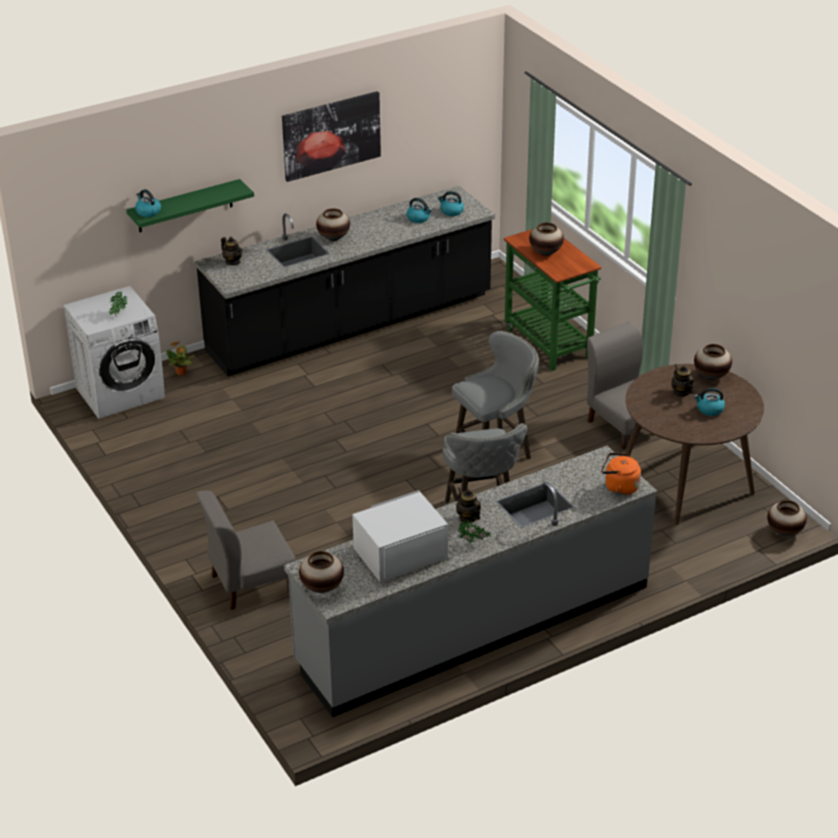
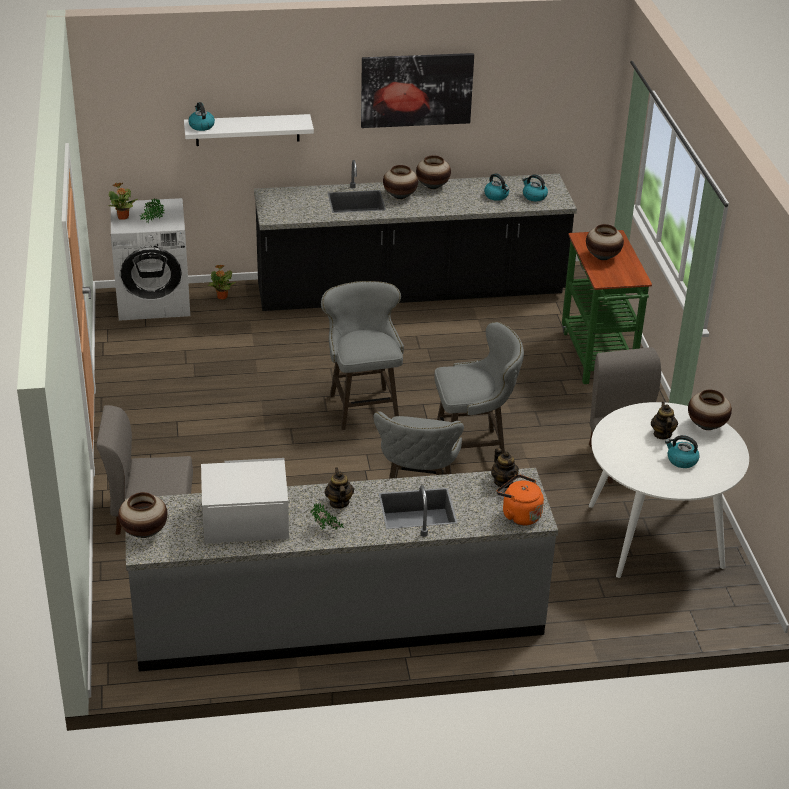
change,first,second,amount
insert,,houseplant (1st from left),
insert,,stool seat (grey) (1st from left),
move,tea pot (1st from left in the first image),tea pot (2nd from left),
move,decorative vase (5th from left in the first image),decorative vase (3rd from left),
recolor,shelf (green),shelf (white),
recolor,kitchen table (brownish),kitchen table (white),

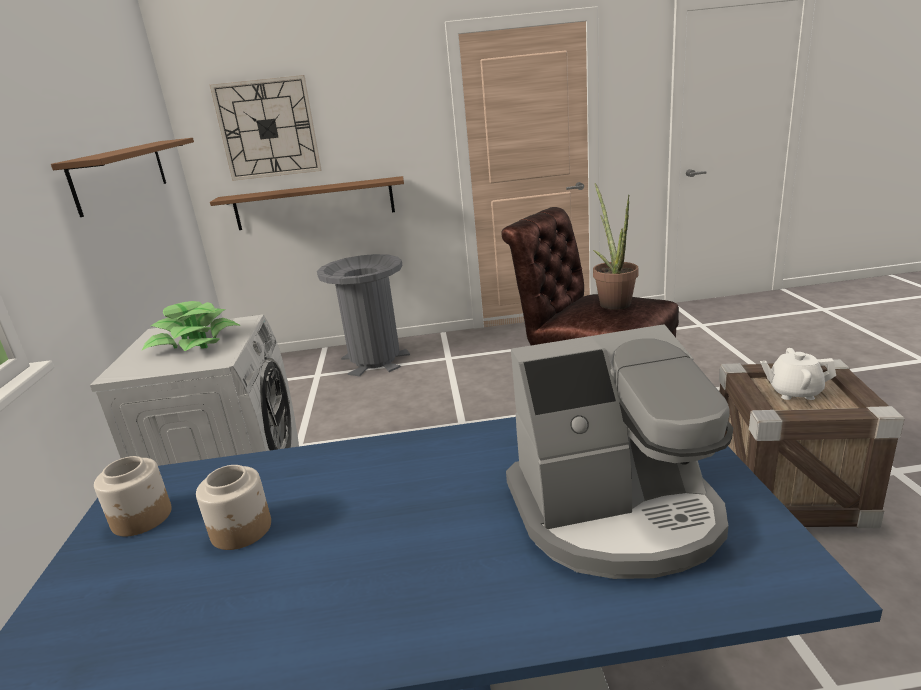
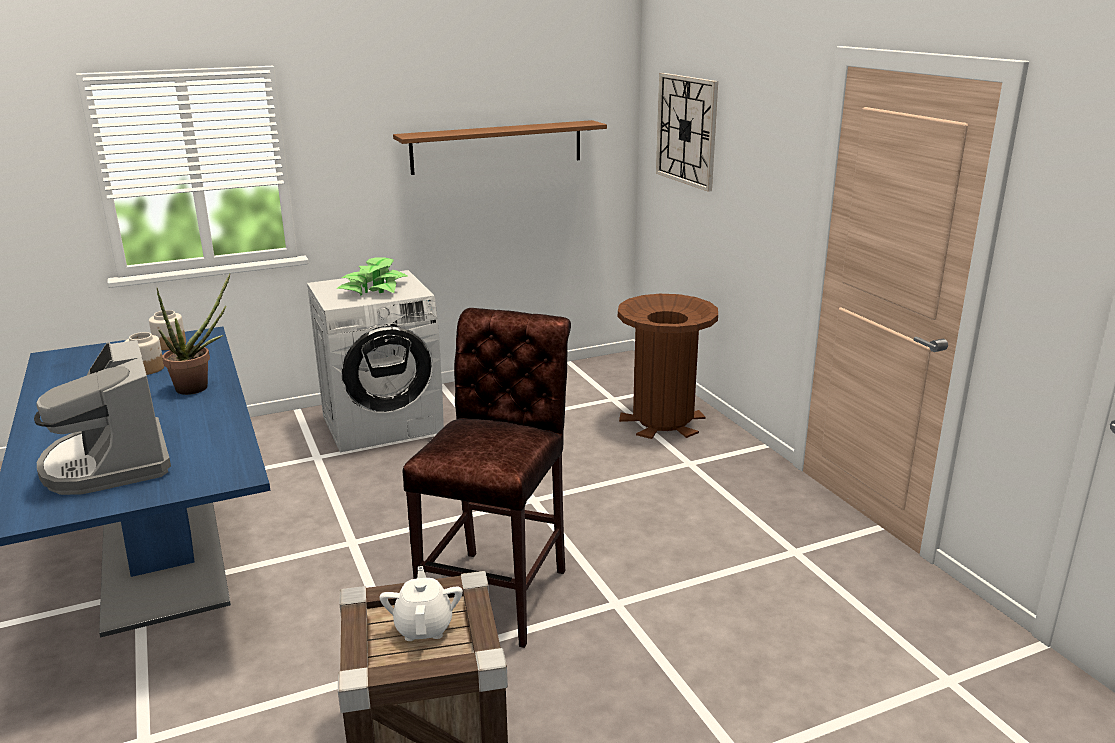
change,first,second,amount
delete,shelf (brownish) (2nd from left),,
move,houseplant (2nd from left in the first image),houseplant (1st from left),
recolor,waste bin (grey),waste bin (brownish),

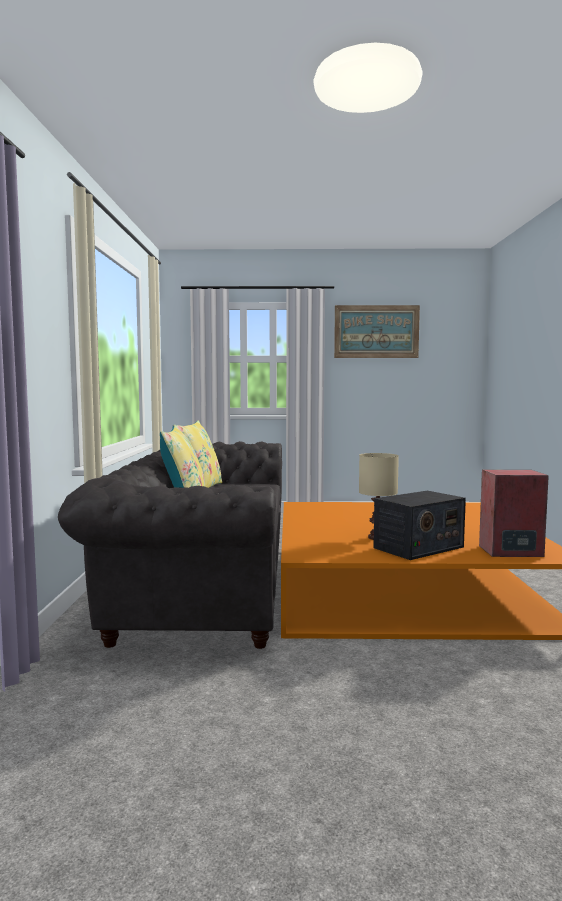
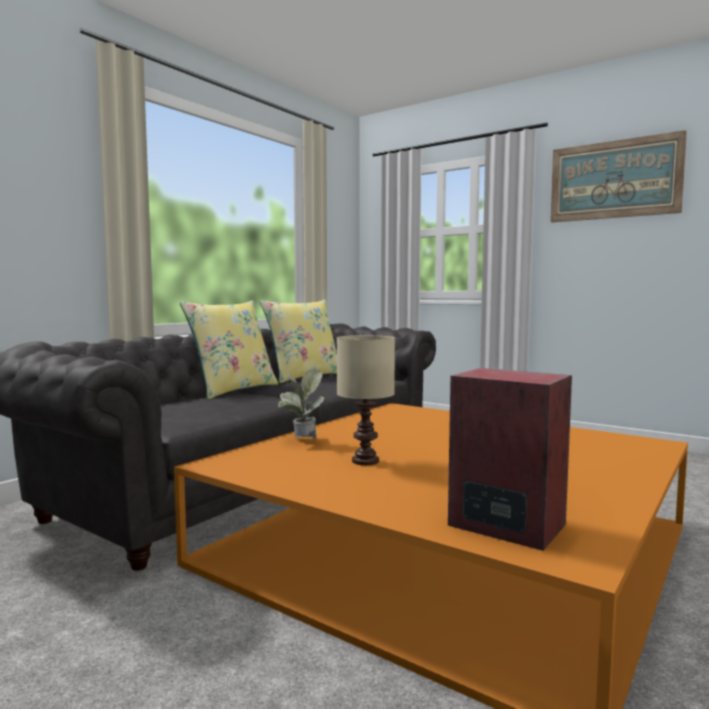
change,first,second,amount
delete,radio set,,
insert,,houseplant,

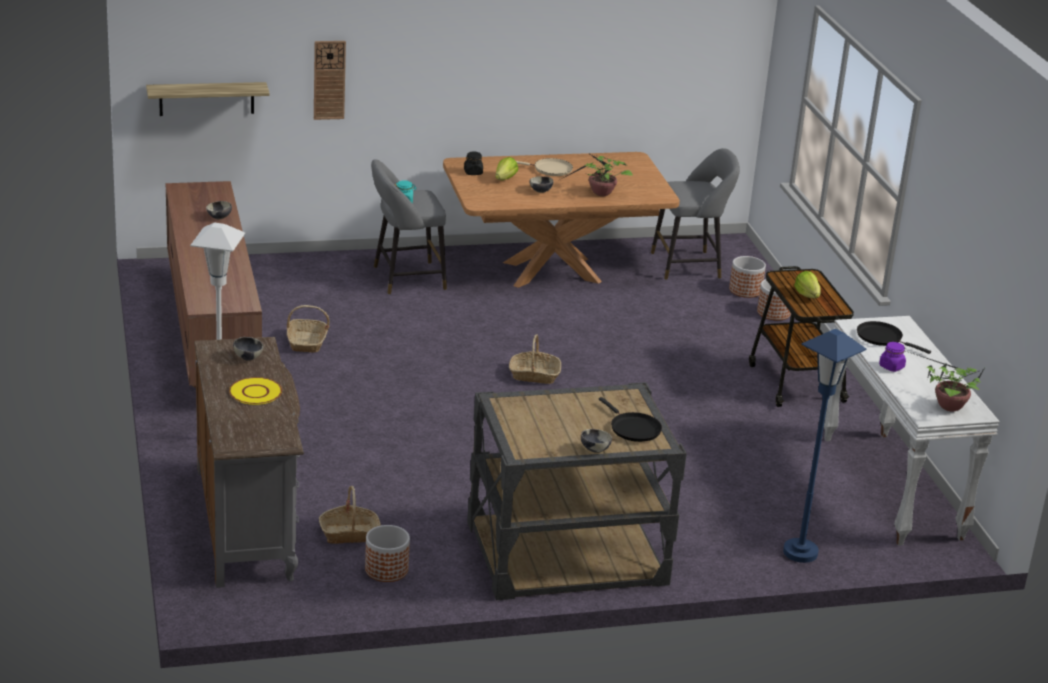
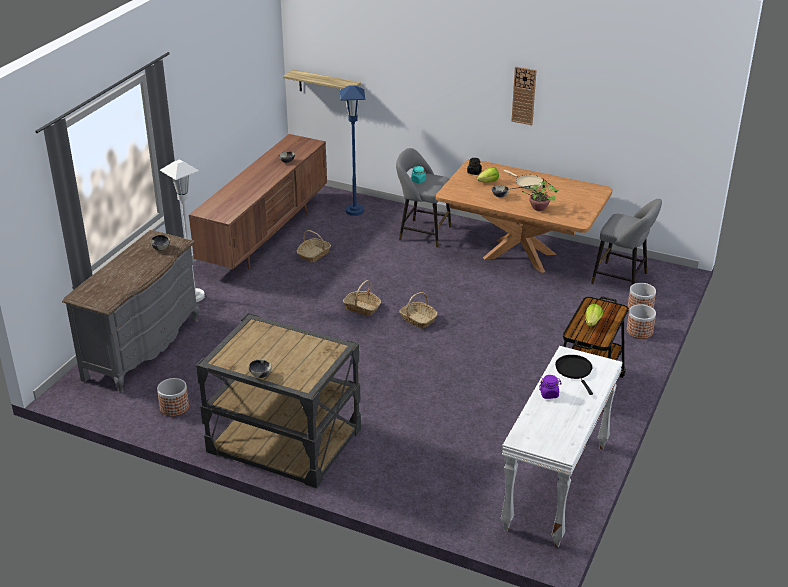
change,first,second,amount
delete,plate (yellowish),,
delete,frying pan (blackish) (1st from left),,
delete,houseplant (2nd from left),,
move,wall clock,,
move,basket (2nd from left),,
move,standard lamp (blue),,

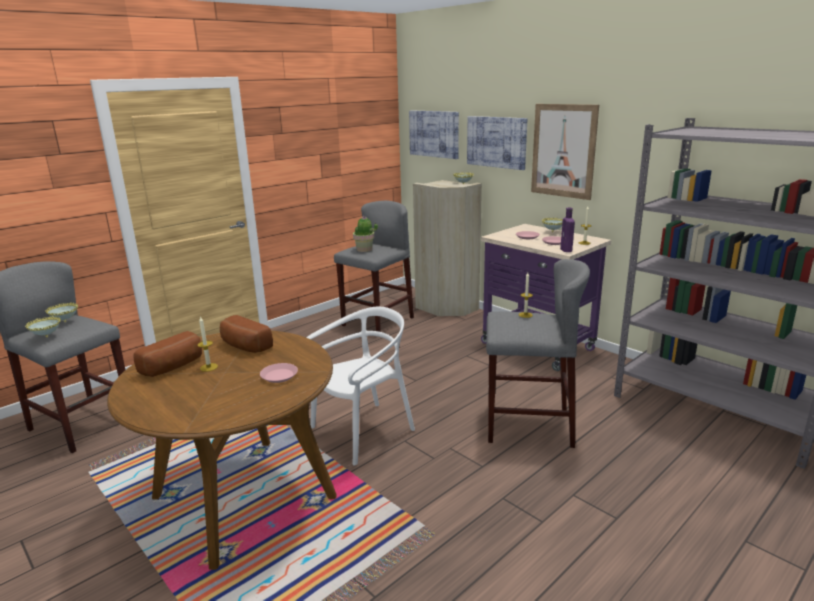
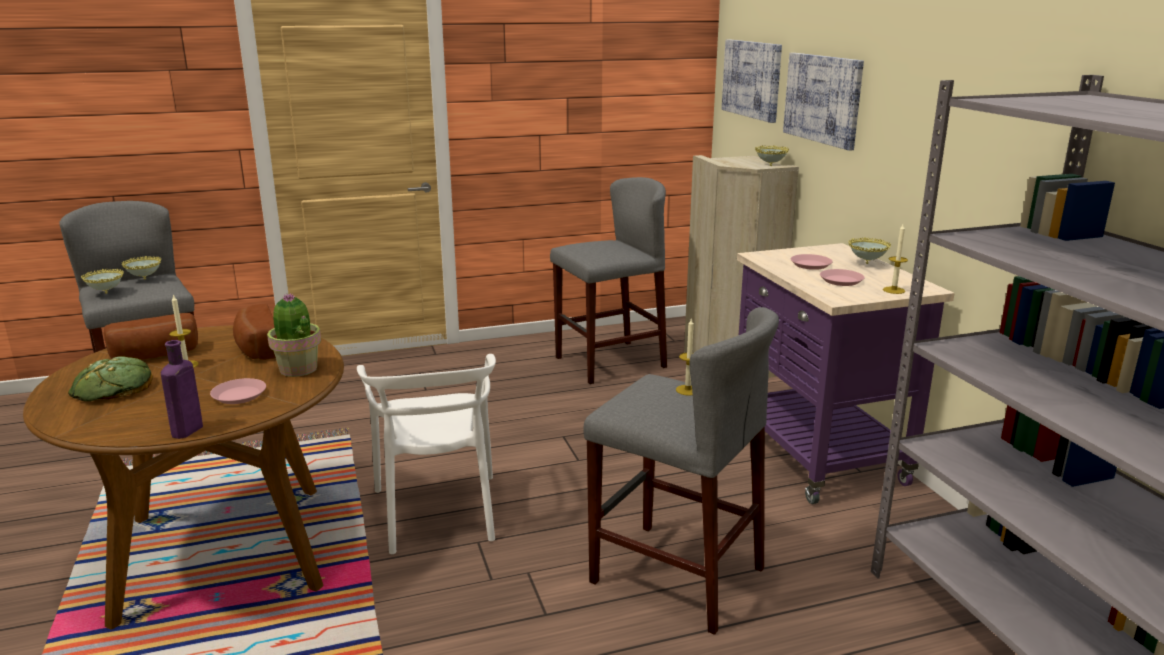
change,first,second,amount
delete,picture (3rd from left),,
insert,,bakery bread (1st from left),
move,houseplant,,
move,bottle (purple-coloured),,
rotate,chair (white),,90 degrees clockwise

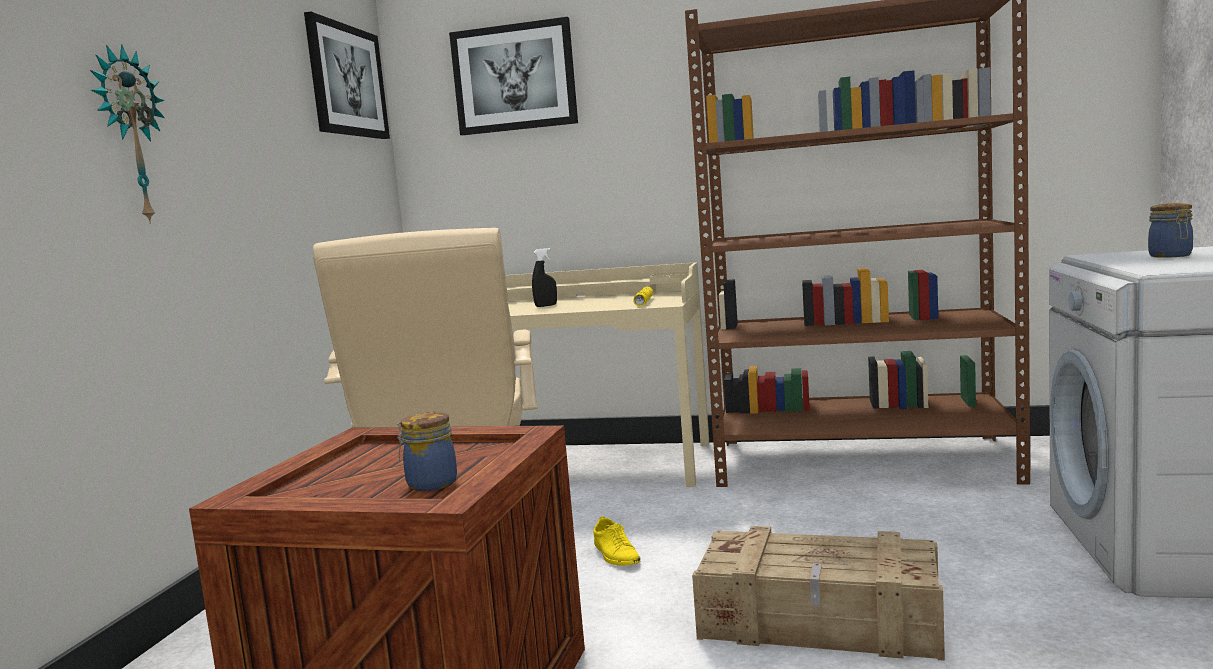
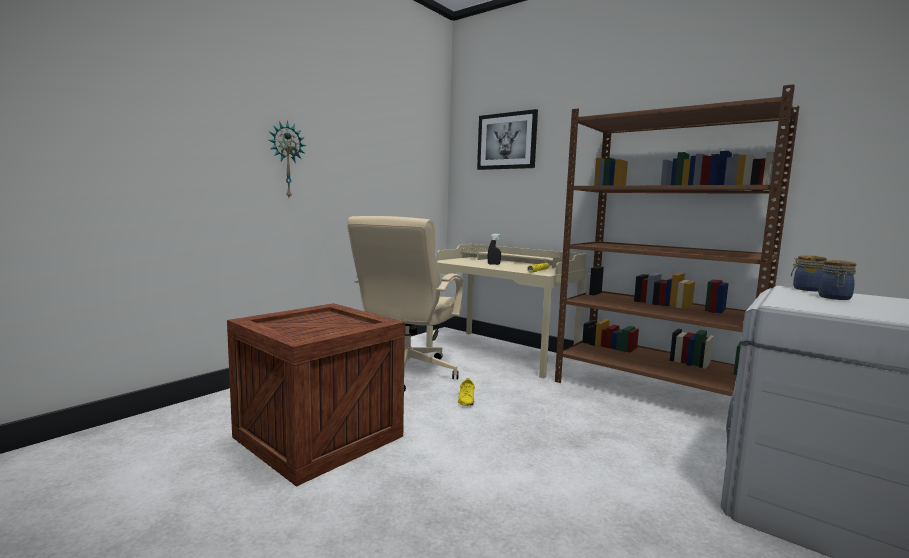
change,first,second,amount
delete,picture (1st from left),,
delete,crate (2nd from left),,
move,jar (1st from left),,

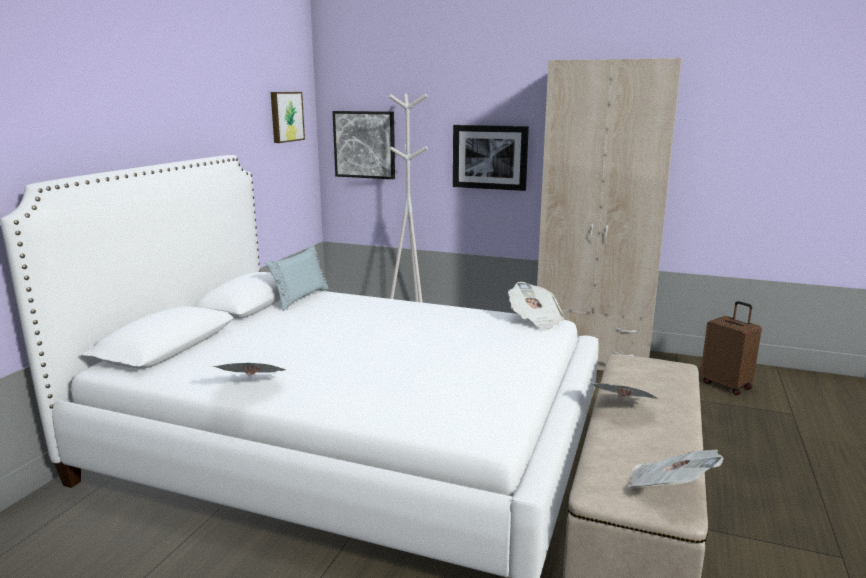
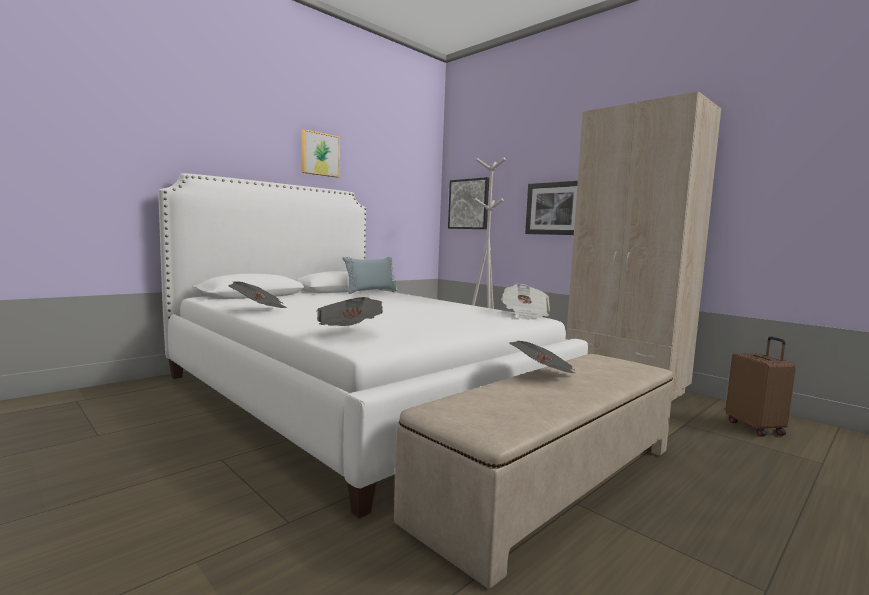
change,first,second,amount
move,picture (1st from left),,
move,newspaper (4th from left in the first image),newspaper (2nd from left),

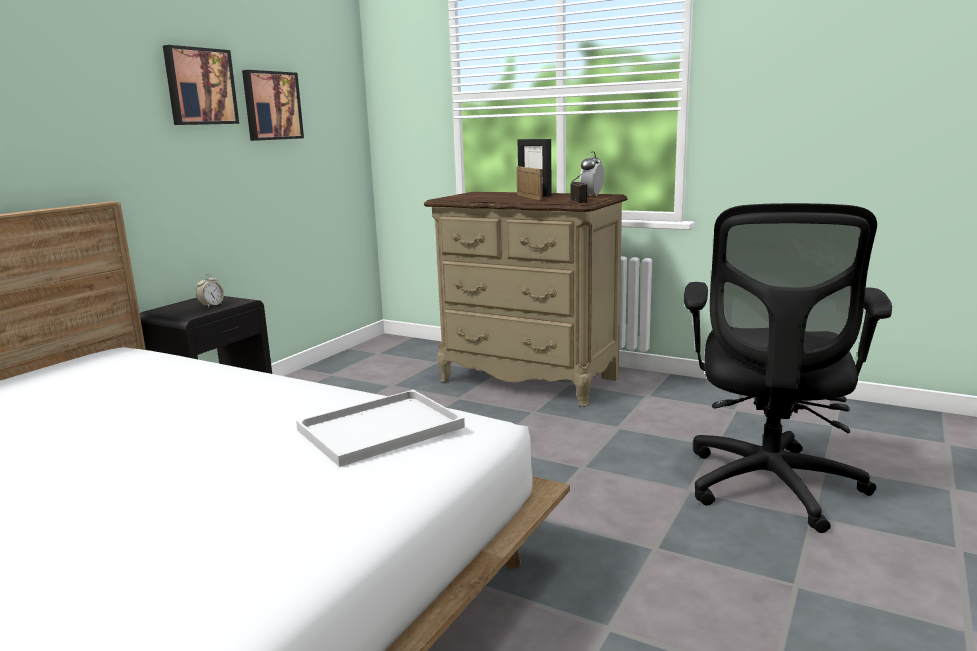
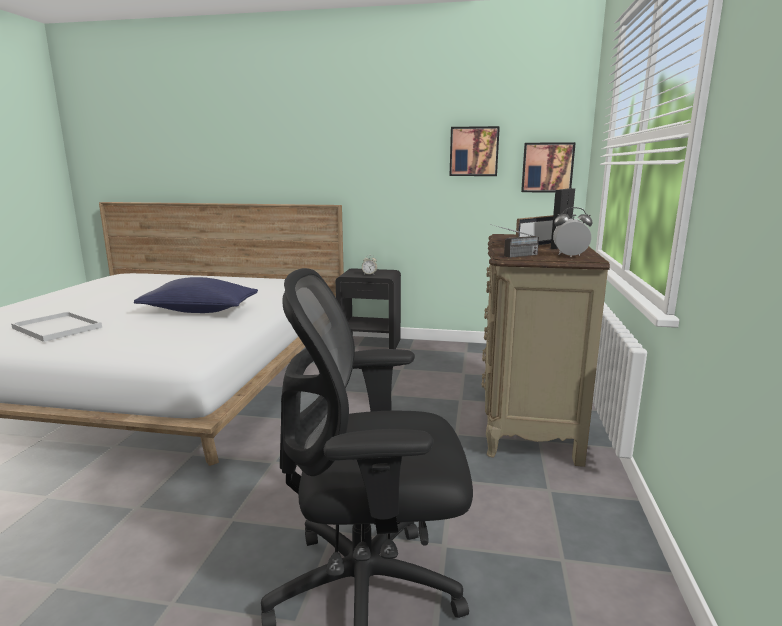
change,first,second,amount
insert,,throw pillow (blue),
move,picture (1st from left in the first image),picture (2nd from left),
move,carrying tray (white),,

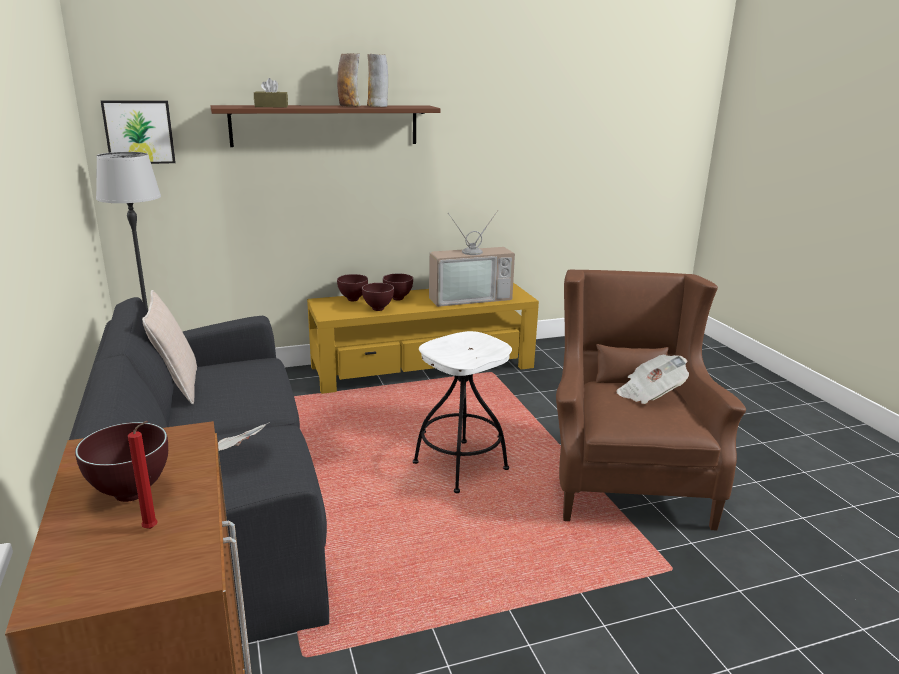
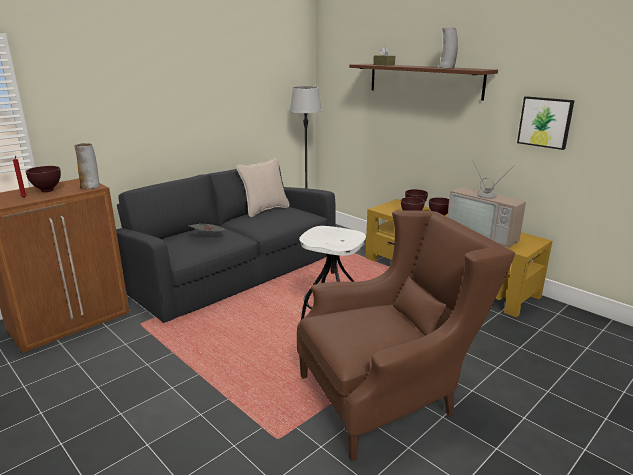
change,first,second,amount
delete,newspaper (2nd from left),,
move,picture,,
move,decorative vase (1st from left),,

